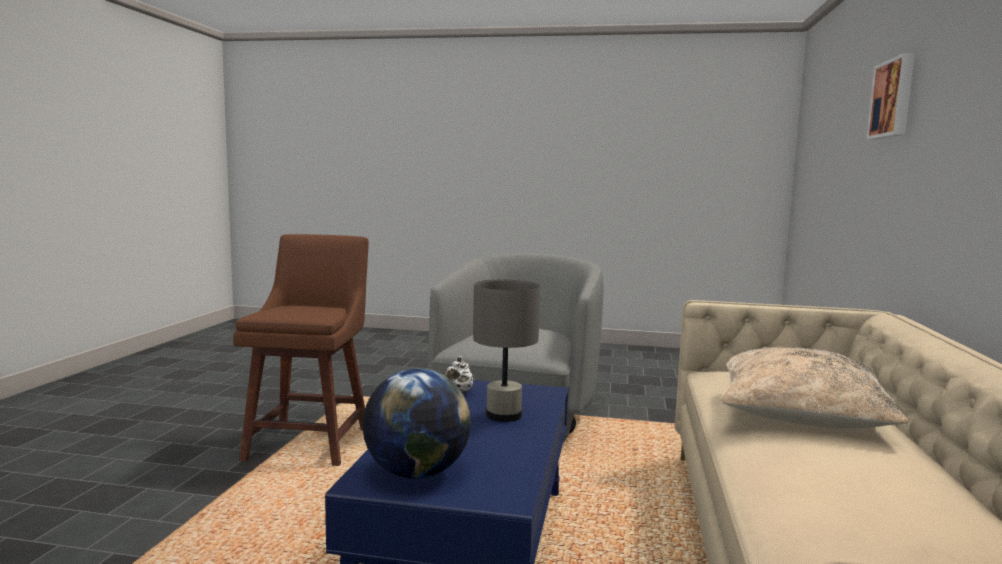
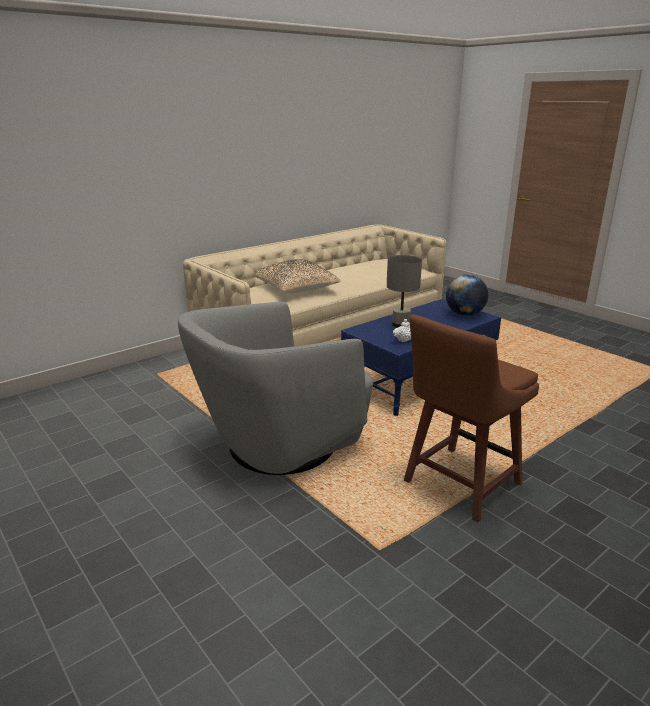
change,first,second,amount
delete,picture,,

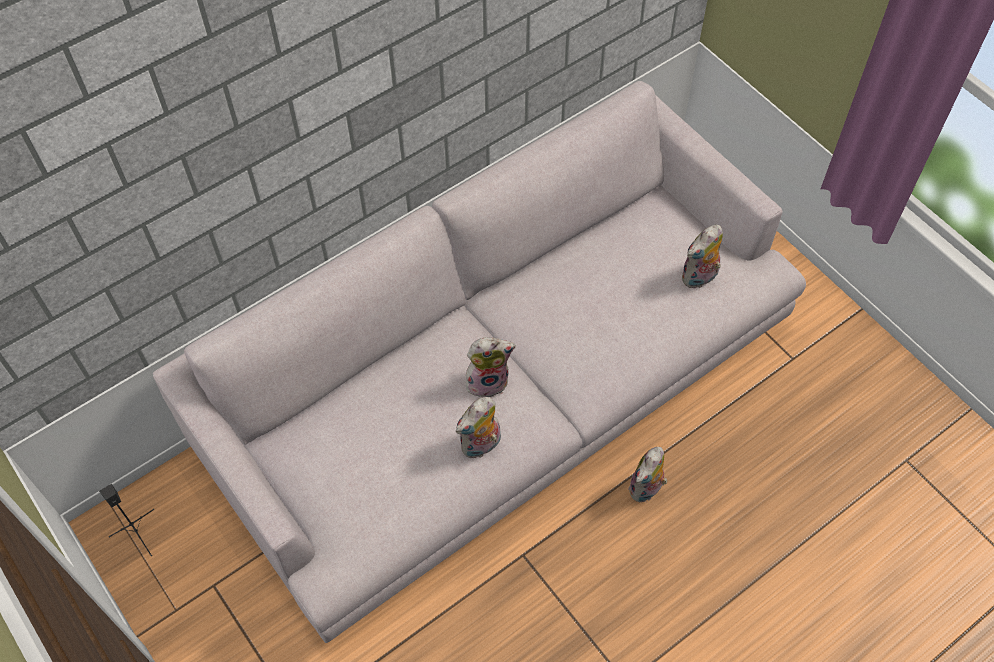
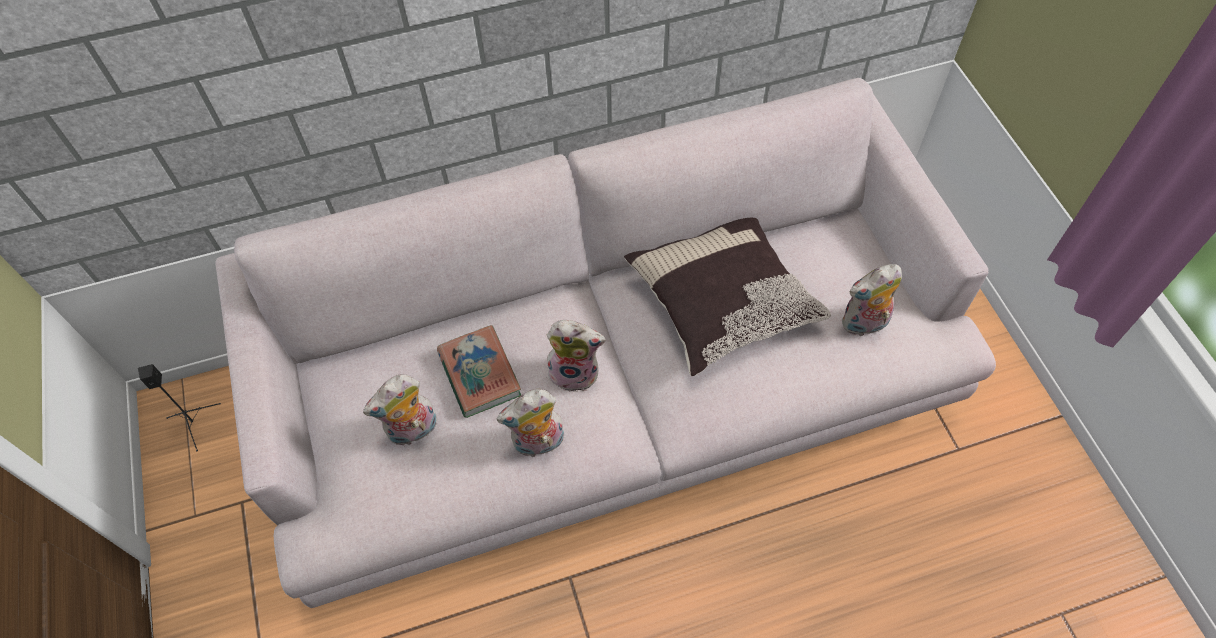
change,first,second,amount
insert,,bound book,
insert,,throw pillow,
move,plush toy (3rd from left in the first image),plush toy (1st from left),

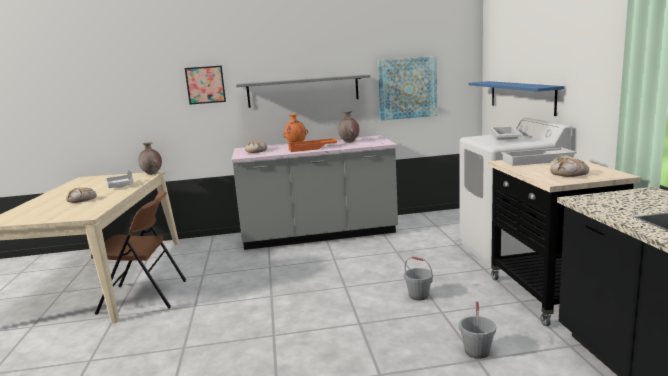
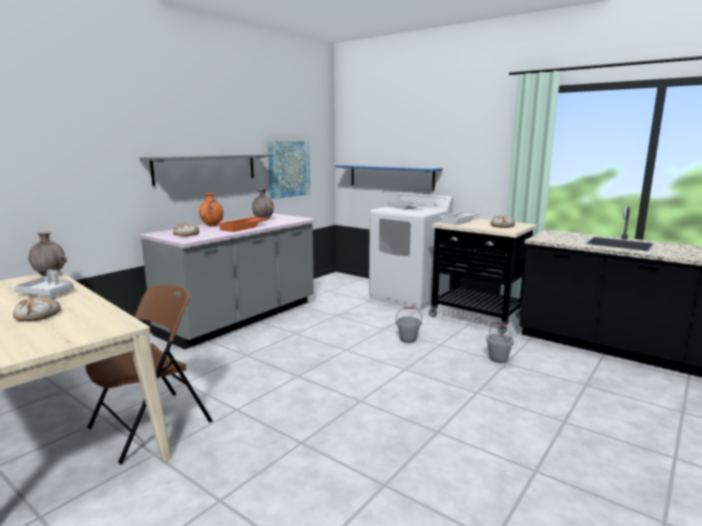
change,first,second,amount
delete,picture (1st from left),,

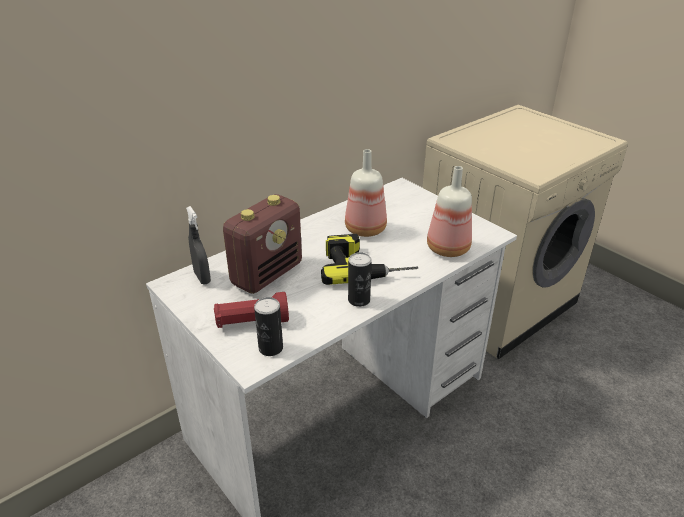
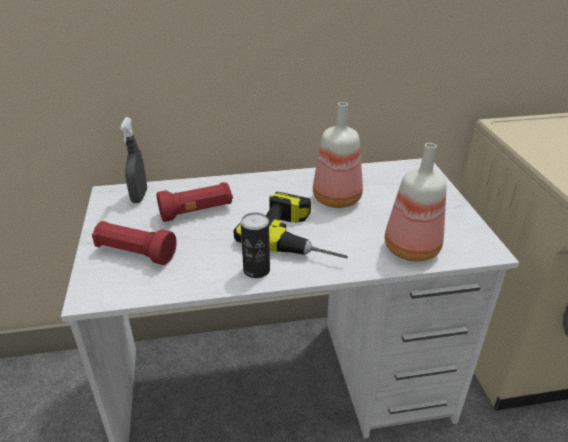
change,first,second,amount
delete,can (1st from left),,
replace,radio set,flashlight (red) (2nd from left),

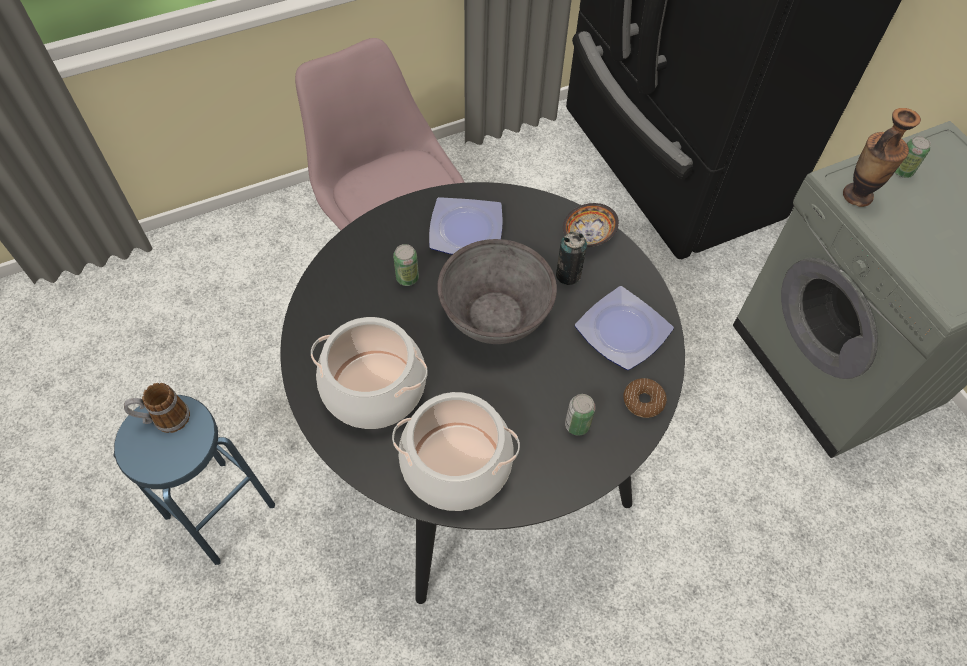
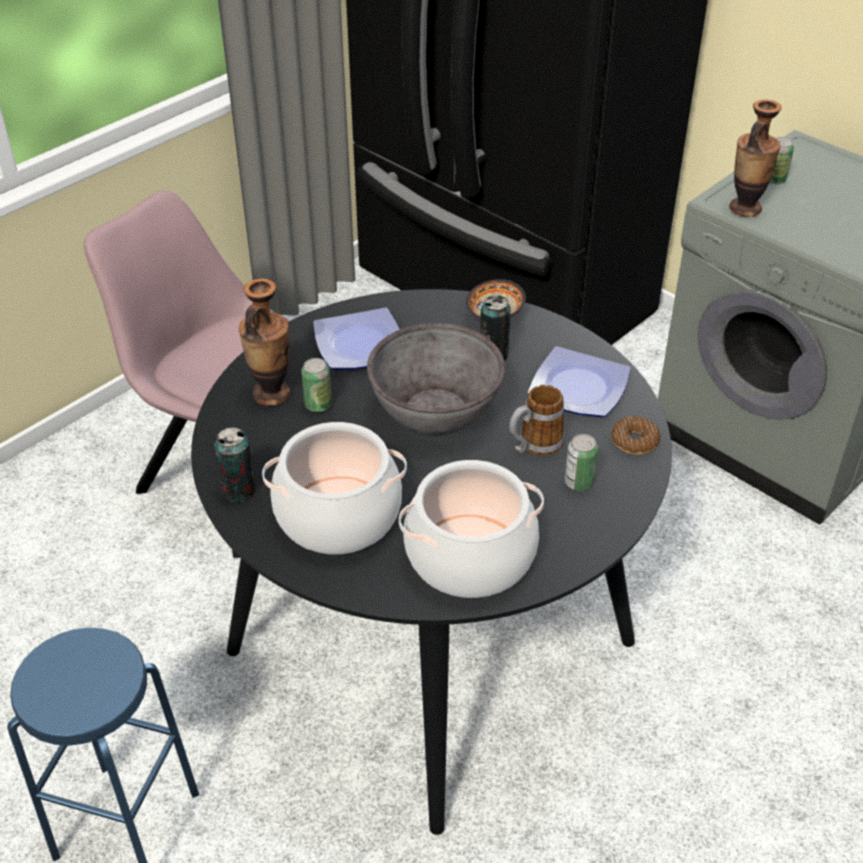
change,first,second,amount
insert,,can (1st from left),
insert,,decorative vase (1st from left),
move,tea mug,,

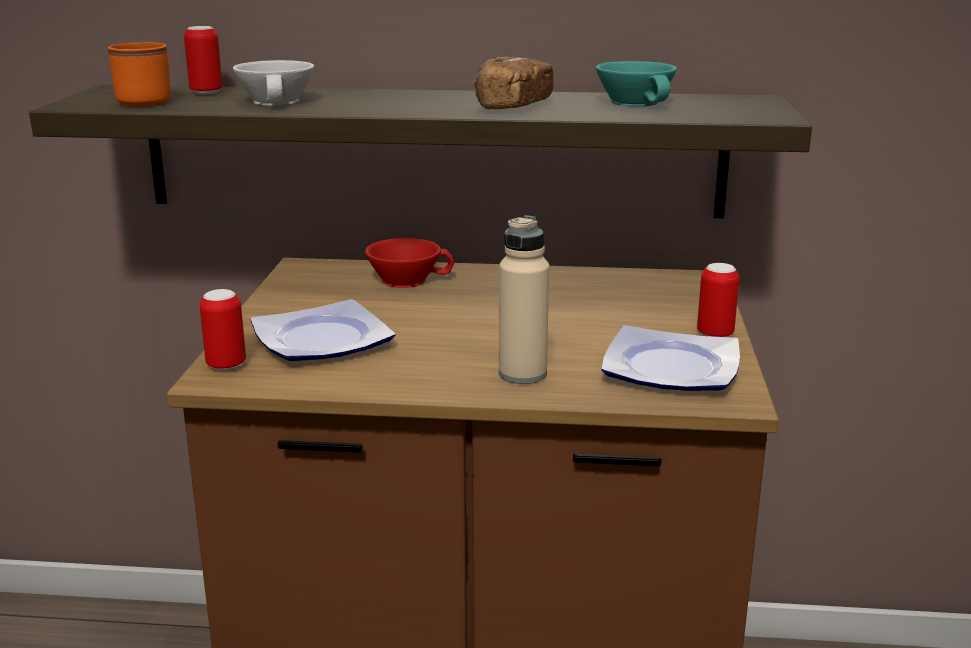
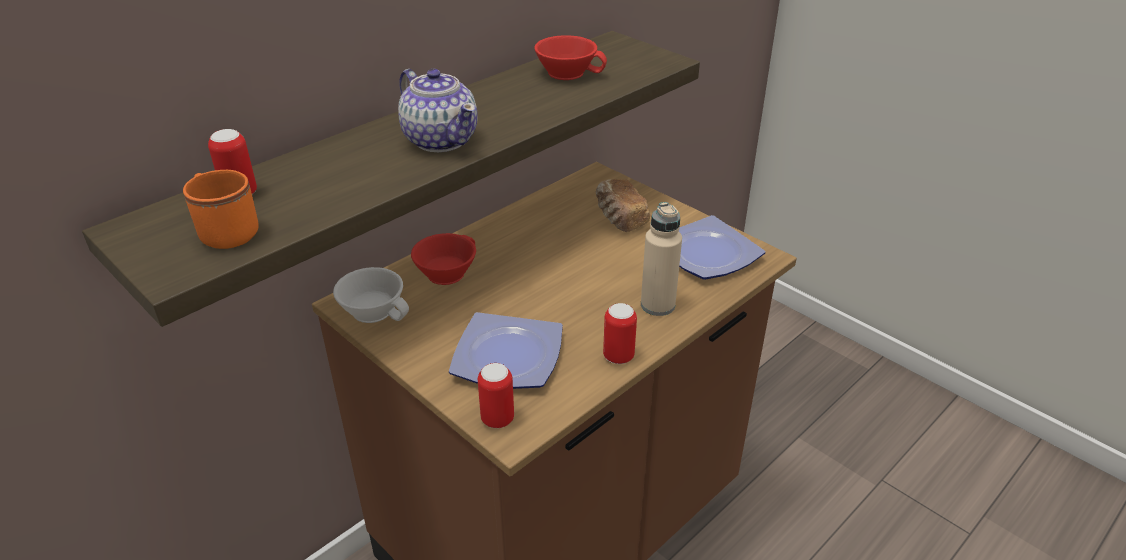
change,first,second,amount
insert,,tea pot,
move,cup (white),,
move,bakery bread,,
move,can (3rd from left),,
recolor,cup (turquoise),cup (red) (2nd from left),

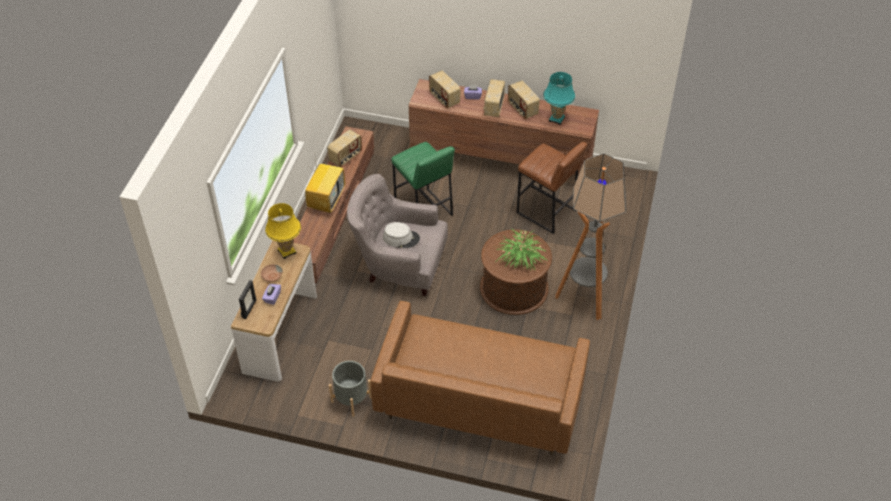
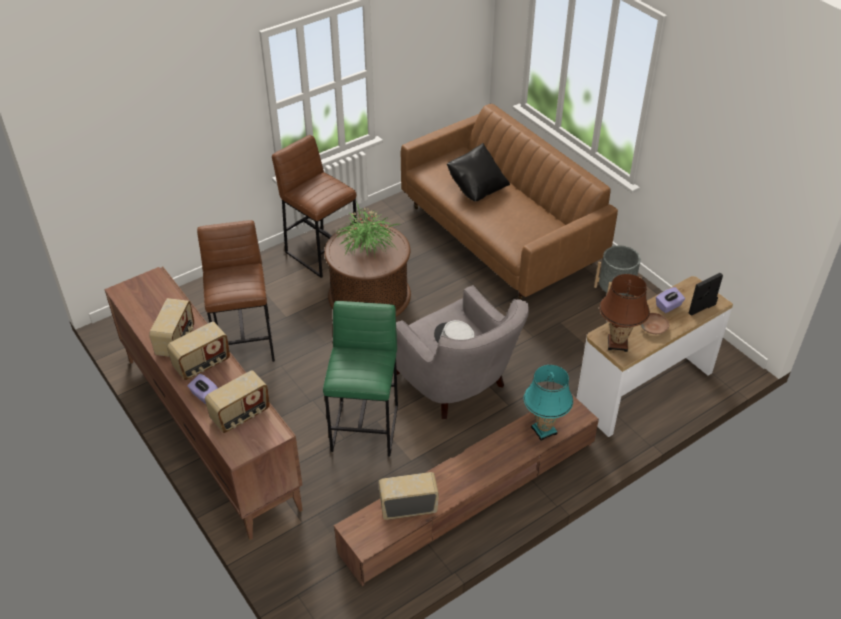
change,first,second,amount
delete,TV set,,
insert,,throw pillow (blackish),
move,tabletop lamp (turquoise),,
replace,standard lamp,stool seat (brownish) (2nd from left),
recolor,tabletop lamp (yellowish),tabletop lamp (brownish),
rotate,radio set (2nd from left in the first image),radio set (3rd from left),45 degrees clockwise

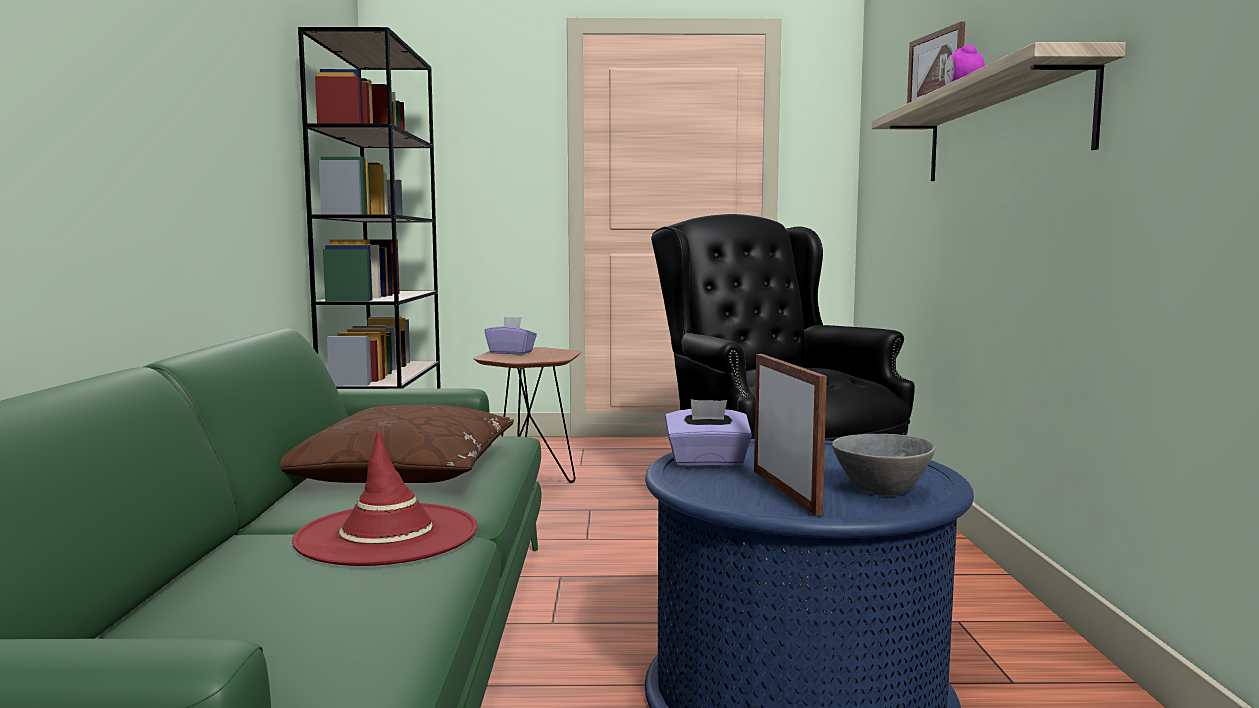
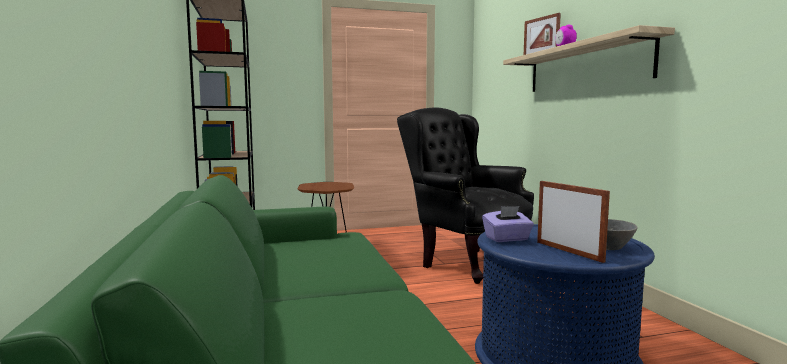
change,first,second,amount
delete,throw pillow (brownish),,
delete,hat (red),,
delete,box of tissues (purple-coloured) (1st from left),,

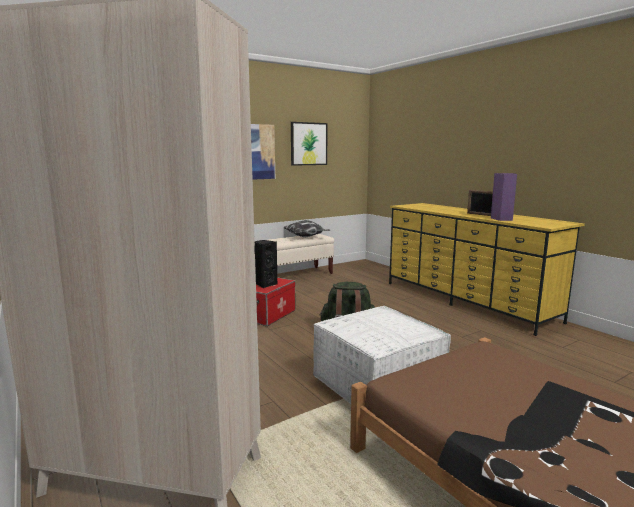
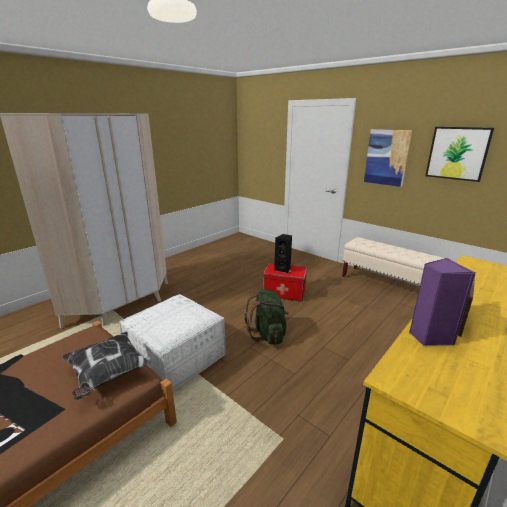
change,first,second,amount
move,throw pillow,,

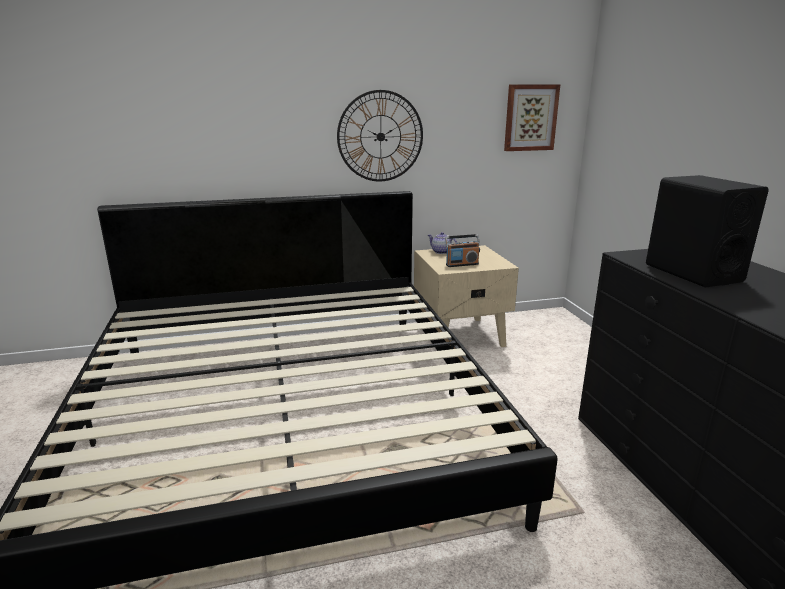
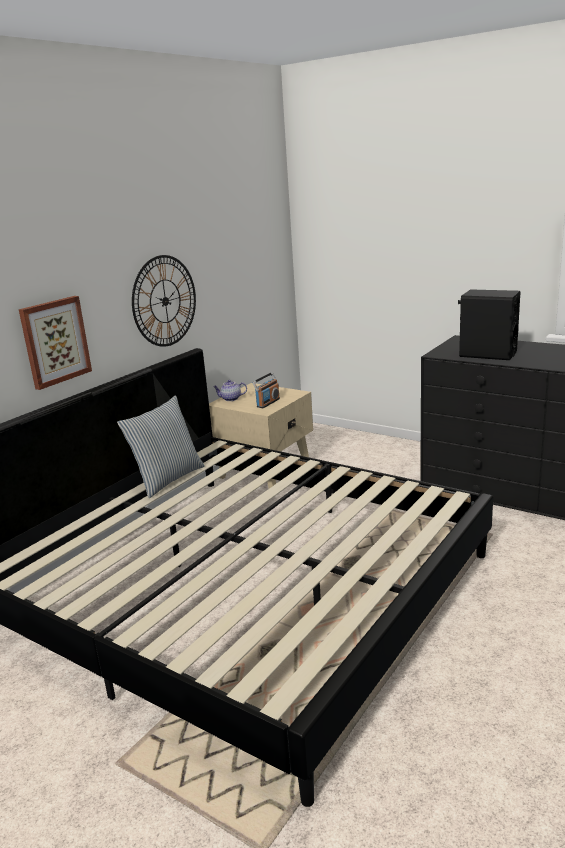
change,first,second,amount
insert,,throw pillow,
move,picture,,

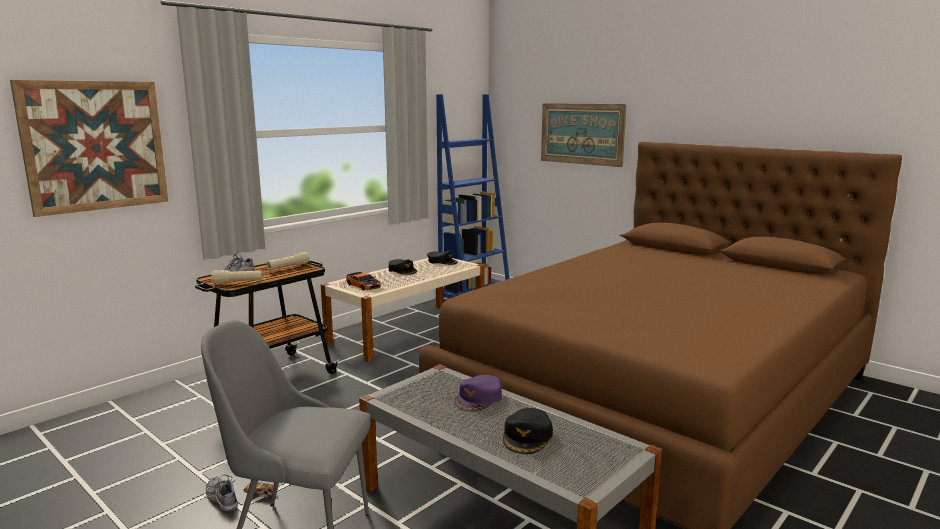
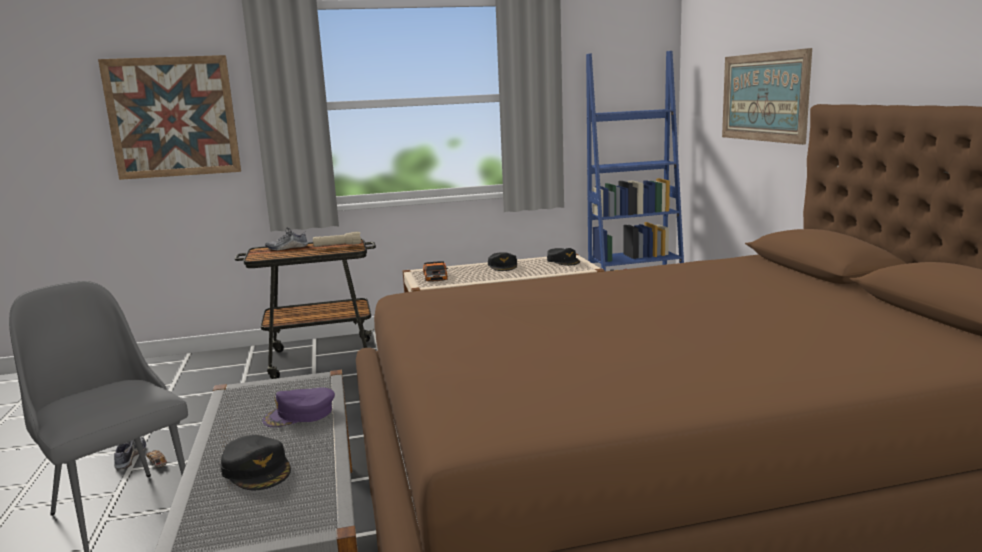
change,first,second,amount
delete,flashlight (beige) (1st from left),,
rotate,peaked cap (blackish) (3rd from left in the first image),peaked cap (blackish) (1st from left),90 degrees counterclockwise

